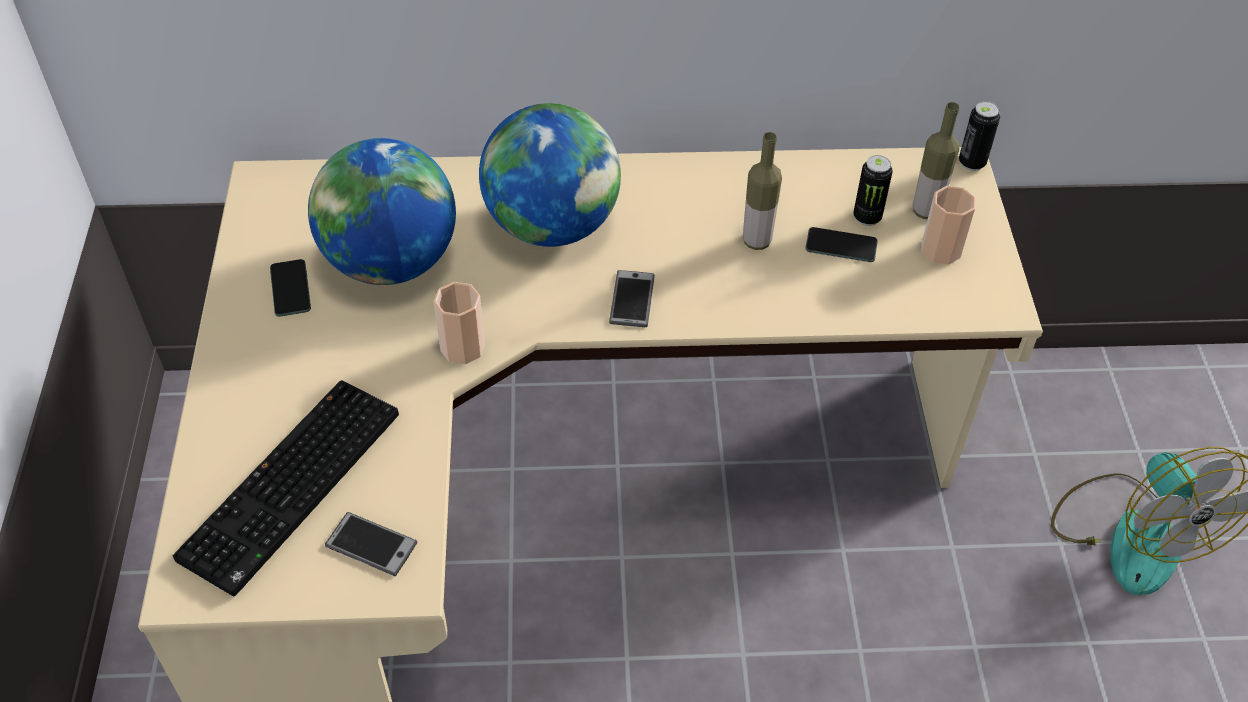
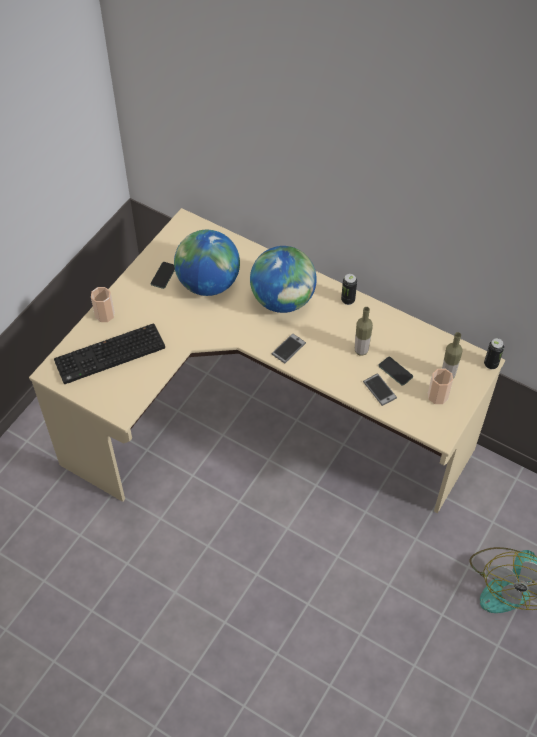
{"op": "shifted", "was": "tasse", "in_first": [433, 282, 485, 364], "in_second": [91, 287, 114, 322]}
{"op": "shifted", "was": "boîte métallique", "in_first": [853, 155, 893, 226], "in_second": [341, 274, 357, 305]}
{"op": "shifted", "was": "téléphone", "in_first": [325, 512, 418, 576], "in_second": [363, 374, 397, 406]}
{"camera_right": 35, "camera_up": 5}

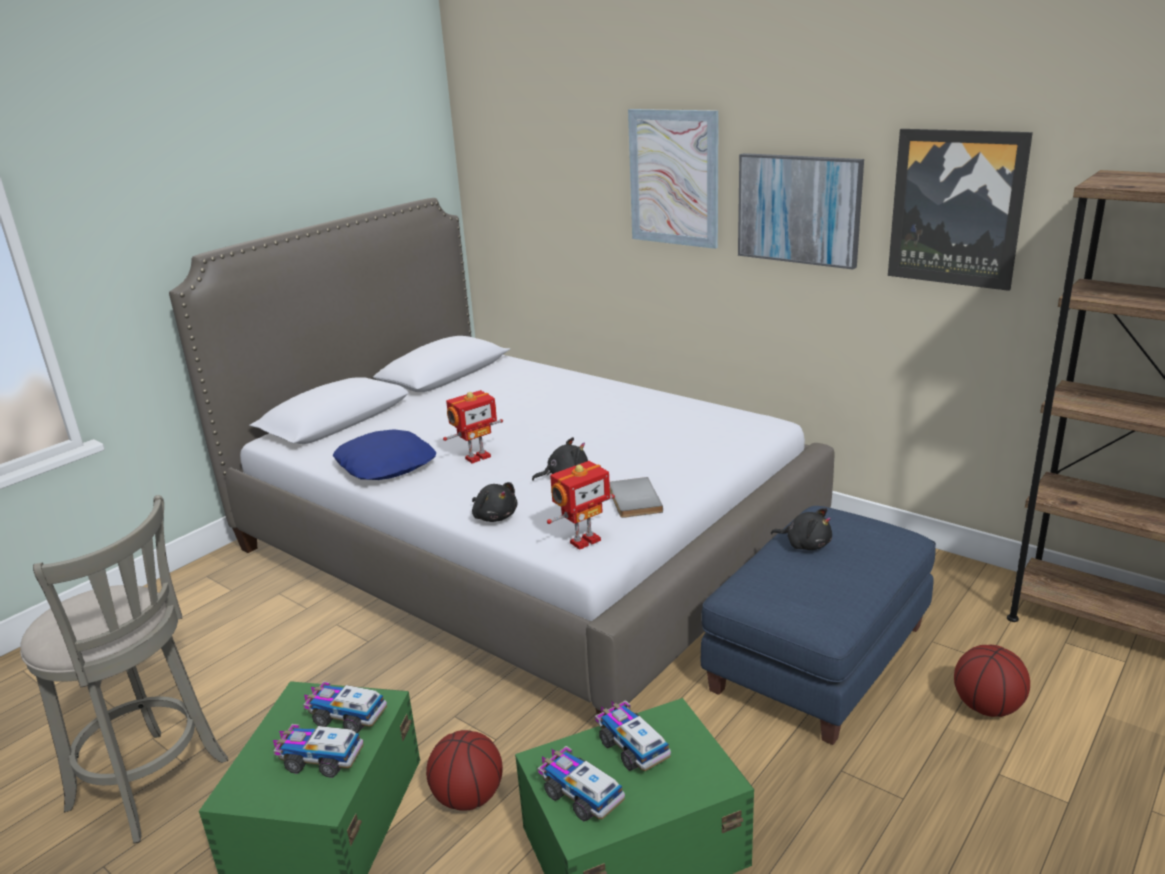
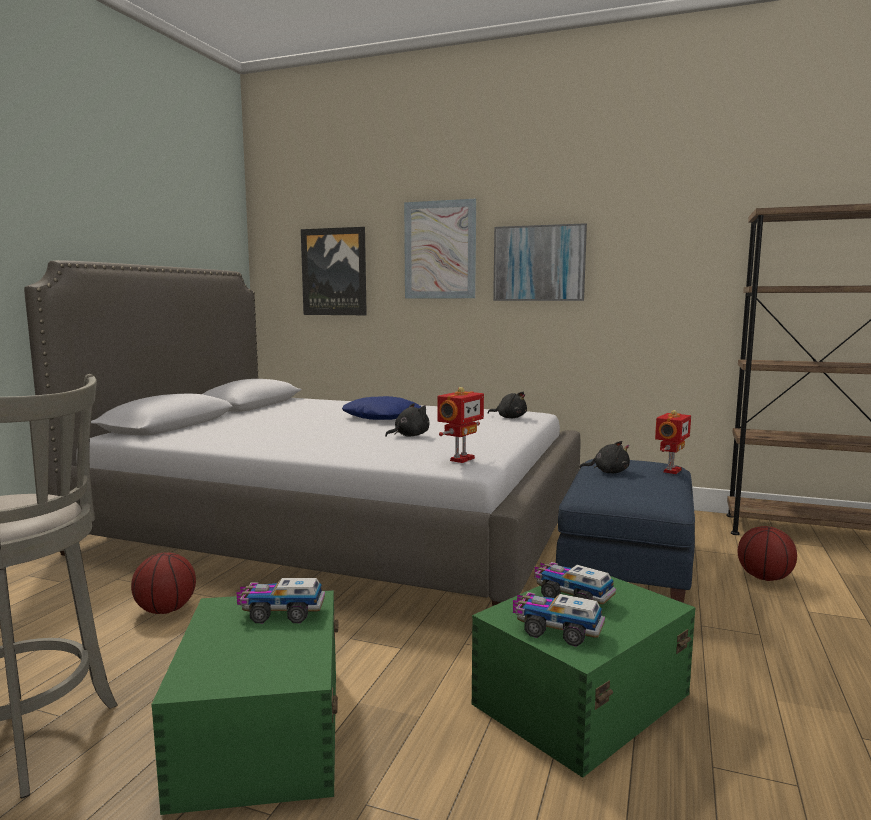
{"op": "shifted", "was": "ballon de basket", "in_first": [426, 730, 503, 811], "in_second": [131, 553, 196, 614]}
{"op": "shifted", "was": "tableau", "in_first": [888, 129, 1033, 291], "in_second": [301, 227, 367, 315]}
{"op": "shifted", "was": "coussin (bleu)", "in_first": [333, 429, 436, 480], "in_second": [342, 396, 422, 420]}
{"op": "shifted", "was": "peluche (noir)", "in_first": [472, 482, 518, 522], "in_second": [488, 392, 527, 418]}
{"op": "shifted", "was": "robot jouet", "in_first": [443, 390, 503, 464], "in_second": [655, 410, 691, 474]}
{"op": "gone", "was": "camion jouet", "in_first": [273, 724, 364, 778]}
{"op": "gone", "was": "livre (gris)", "in_first": [610, 477, 663, 518]}
{"camera_right": -20, "camera_up": -15}

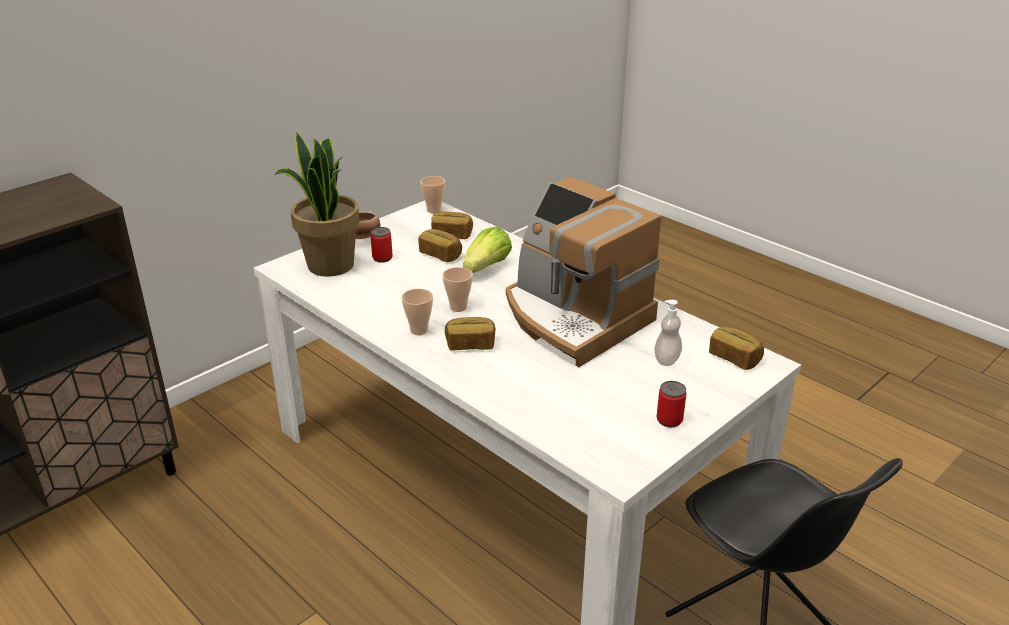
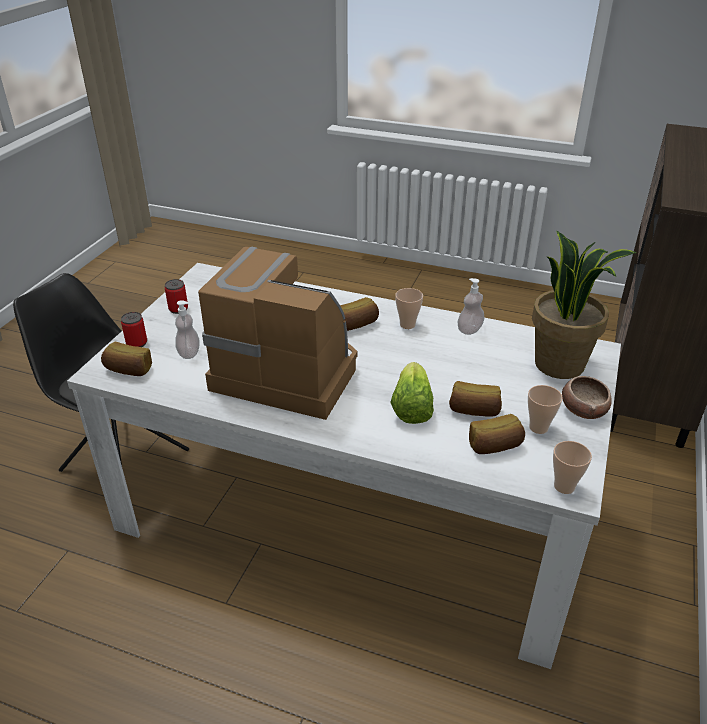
{"op": "shifted", "was": "boîte métallique", "in_first": [370, 227, 393, 263], "in_second": [121, 312, 147, 347]}
{"op": "new", "now": "distributeur de savon", "in_second": [458, 278, 485, 335]}
{"op": "shifted", "was": "tasse", "in_first": [442, 267, 473, 312], "in_second": [528, 385, 563, 434]}
{"camera_right": 155, "camera_up": 5}

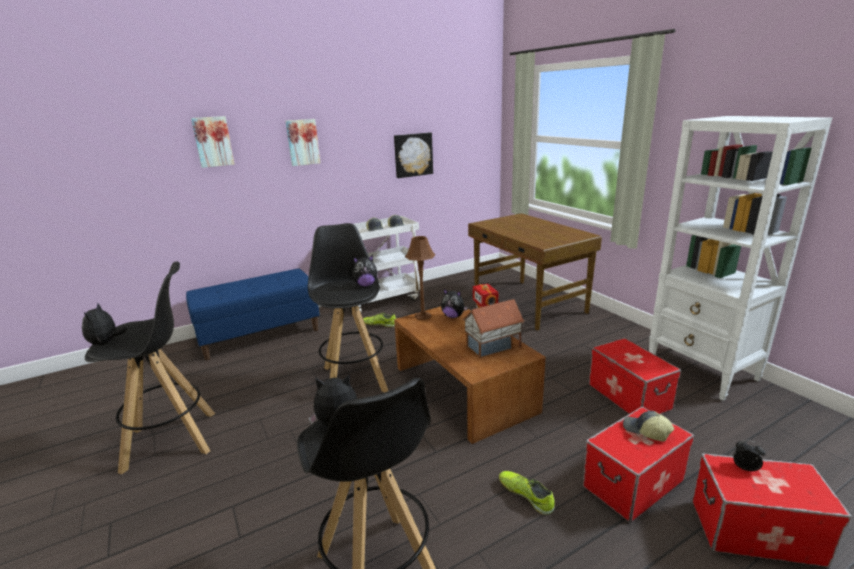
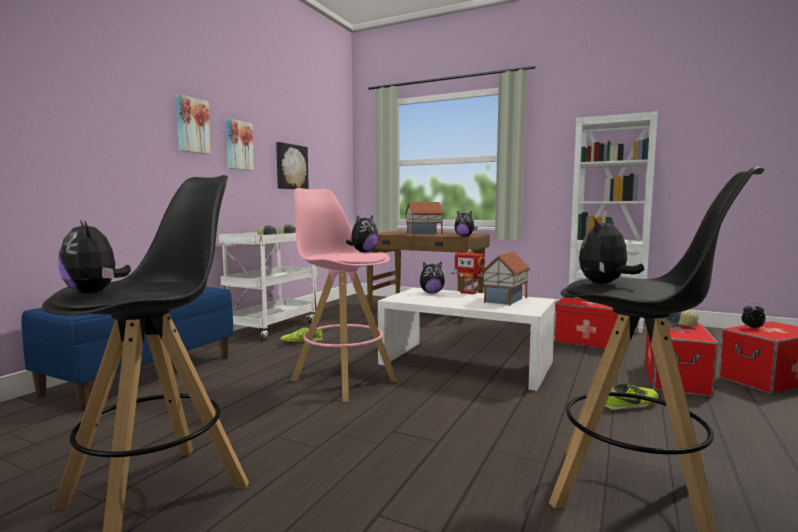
{"op": "shifted", "was": "tableau", "in_first": [191, 116, 235, 168], "in_second": [226, 118, 254, 171]}
{"op": "repainted", "was": "tabouret (noir)", "now": "tabouret (rose)", "in_first": [308, 223, 388, 393], "in_second": [291, 188, 398, 402]}
{"op": "repainted", "was": "table basse (marron)", "now": "table basse (blanc)", "in_first": [394, 306, 546, 444], "in_second": [378, 288, 555, 391]}
{"op": "new", "now": "maison miniature", "in_second": [405, 202, 444, 234]}
{"op": "new", "now": "peluche", "in_second": [454, 211, 477, 236]}
{"op": "rotated", "was": "chaussure", "in_first": [499, 471, 555, 515], "in_second": [604, 382, 658, 411], "clockwise": 150}
{"op": "gone", "was": "lampe de table (marron)", "in_first": [405, 236, 435, 320]}
{"camera_right": -35, "camera_up": -15}

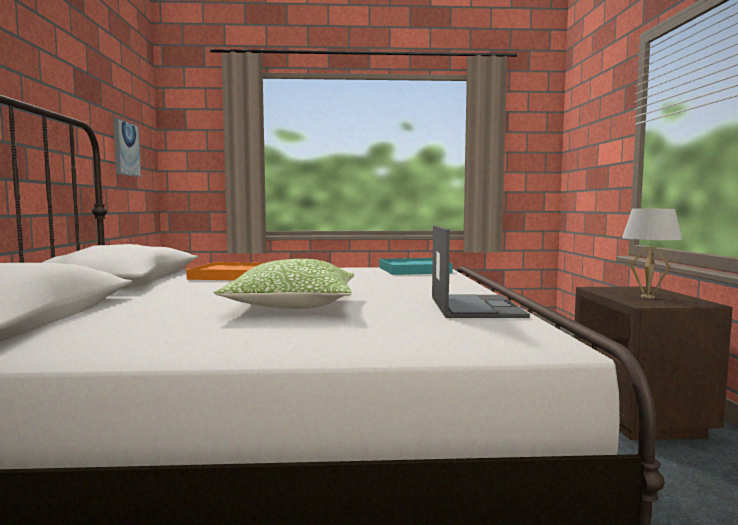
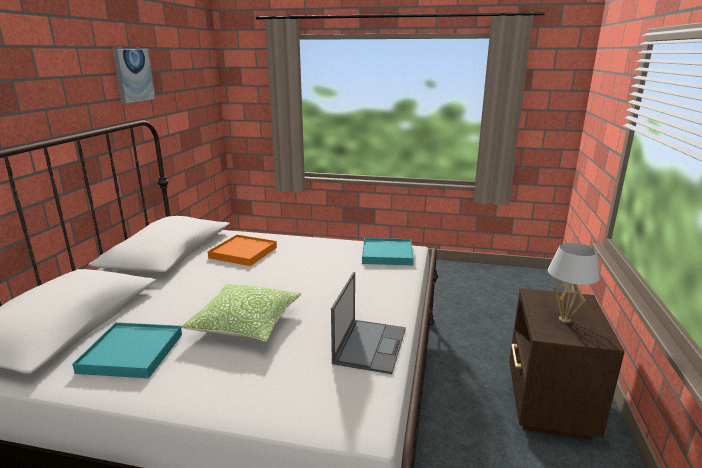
{"op": "new", "now": "plateau (turquoise)", "in_second": [72, 322, 182, 378]}
{"op": "shifted", "was": "tableau", "in_first": [113, 118, 141, 177], "in_second": [112, 48, 156, 104]}
{"camera_right": 15, "camera_up": 15}

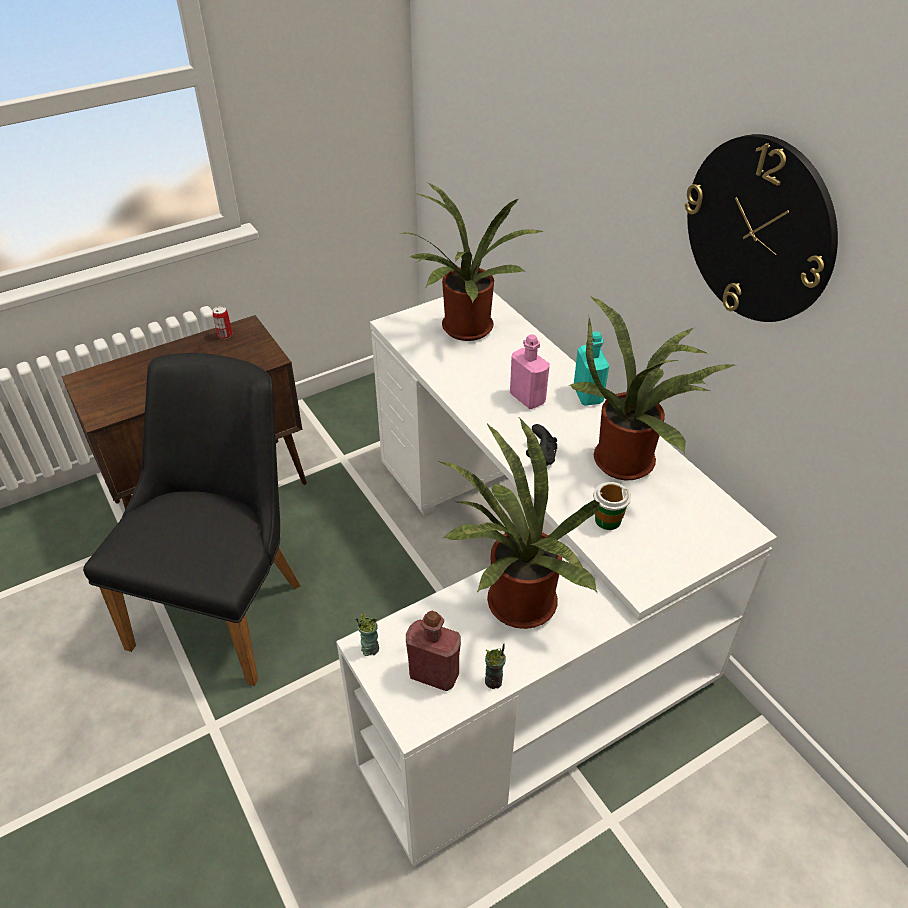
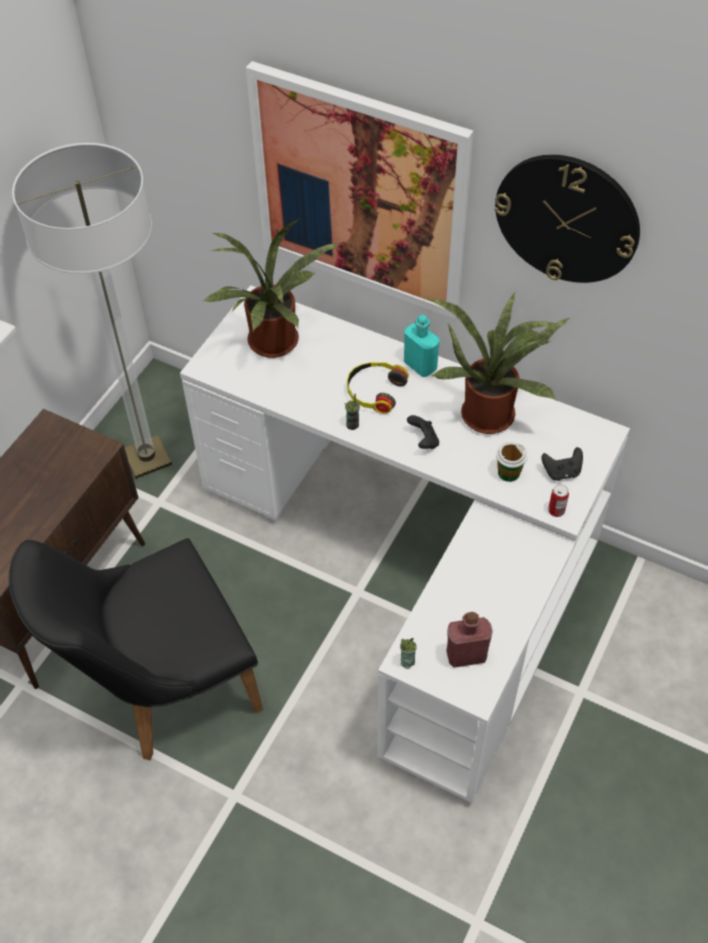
{"op": "rotated", "was": "chaise (noir)", "in_first": [83, 353, 301, 686], "in_second": [9, 538, 263, 760], "clockwise": -105}
{"op": "new", "now": "lampadaire", "in_second": [12, 143, 172, 479]}
{"op": "new", "now": "tableau", "in_second": [246, 61, 474, 318]}
{"op": "shifted", "was": "tasse", "in_first": [485, 643, 506, 689], "in_second": [344, 394, 360, 430]}
{"op": "swapped", "was": "bouteille (rose)", "now": "casque audio", "in_first": [510, 334, 550, 409], "in_second": [347, 362, 409, 414]}
{"op": "new", "now": "manette (noir)", "in_second": [542, 447, 583, 481]}
{"op": "shifted", "was": "boîte métallique", "in_first": [213, 306, 232, 339], "in_second": [548, 484, 569, 517]}
{"op": "gone", "was": "plante en pot", "in_first": [439, 418, 600, 629]}
{"camera_right": -30, "camera_up": 10}

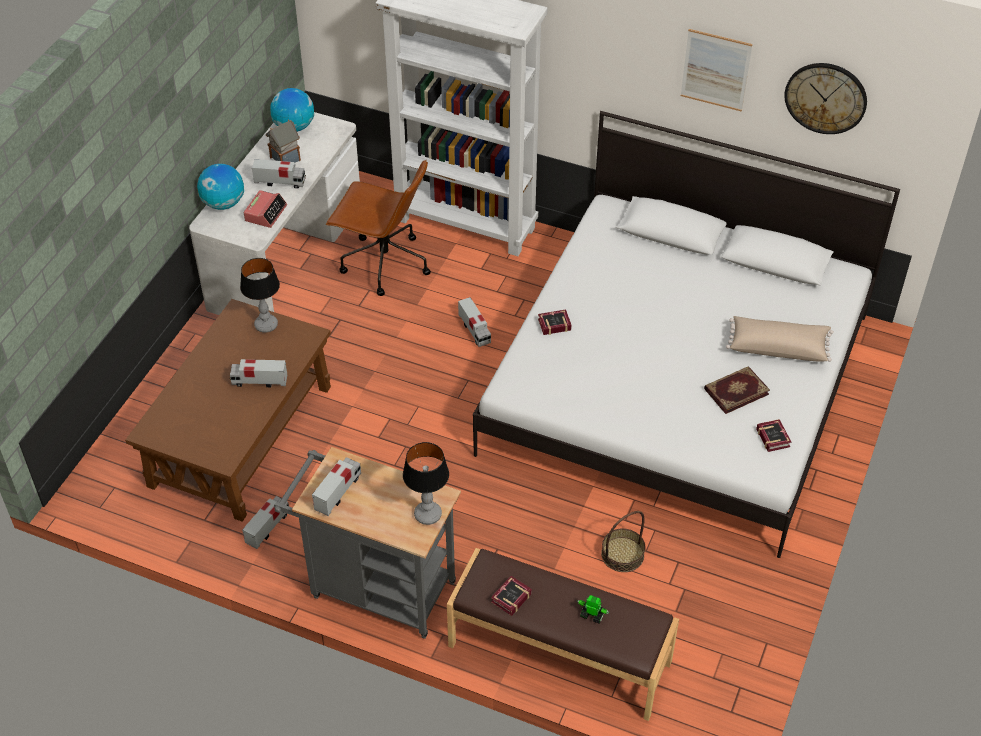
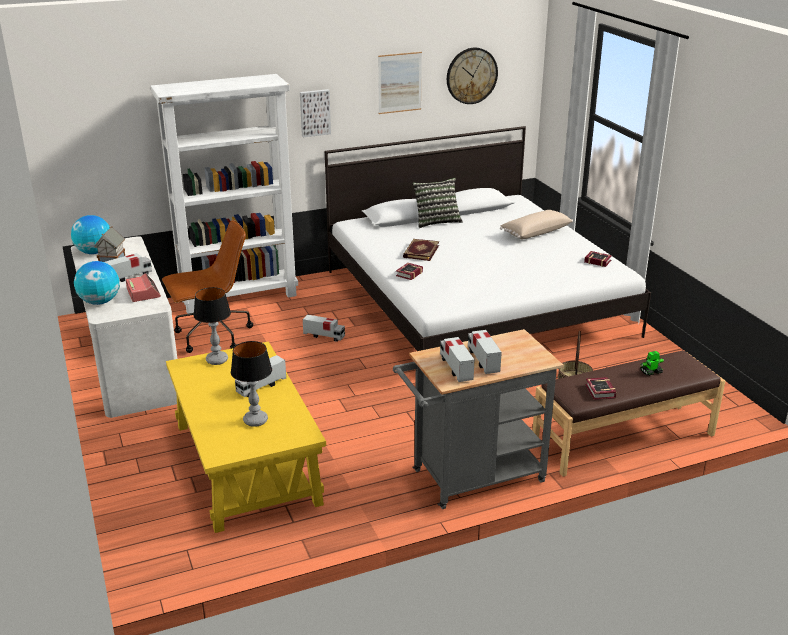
{"op": "repainted", "was": "table basse (marron)", "now": "table basse (jaune)", "in_first": [125, 299, 331, 522], "in_second": [166, 341, 326, 533]}
{"op": "shifted", "was": "lampe de table", "in_first": [403, 442, 449, 525], "in_second": [231, 341, 272, 427]}
{"op": "new", "now": "tableau", "in_second": [300, 89, 331, 137]}
{"op": "shifted", "was": "livre", "in_first": [704, 366, 770, 414], "in_second": [403, 239, 439, 261]}
{"op": "new", "now": "coussin", "in_second": [412, 178, 463, 228]}
{"op": "shifted", "was": "camion jouet", "in_first": [242, 496, 289, 549], "in_second": [468, 330, 502, 374]}
{"camera_right": -45, "camera_up": -20}

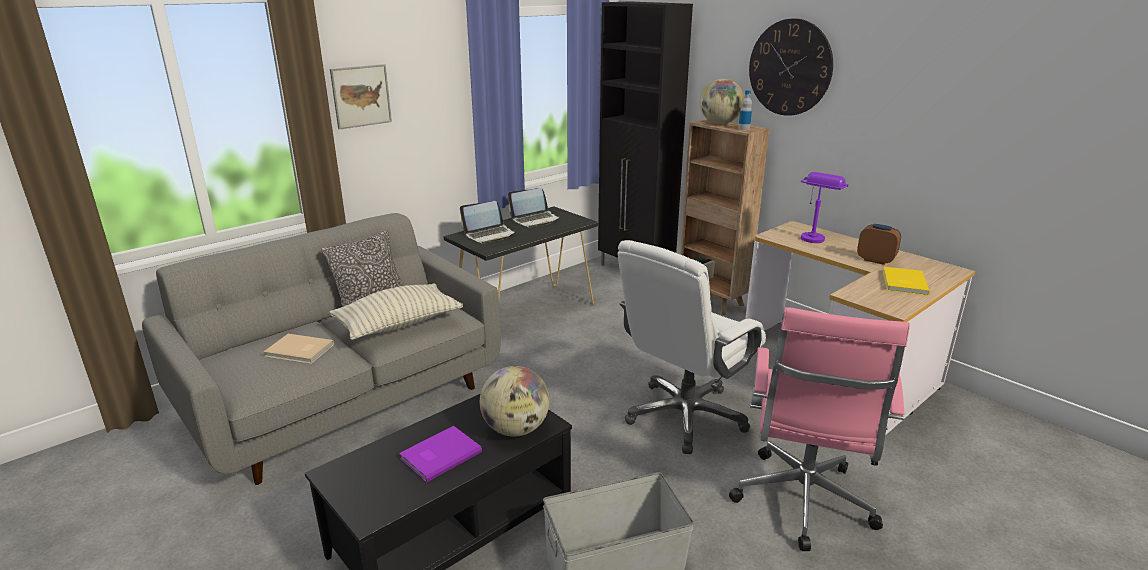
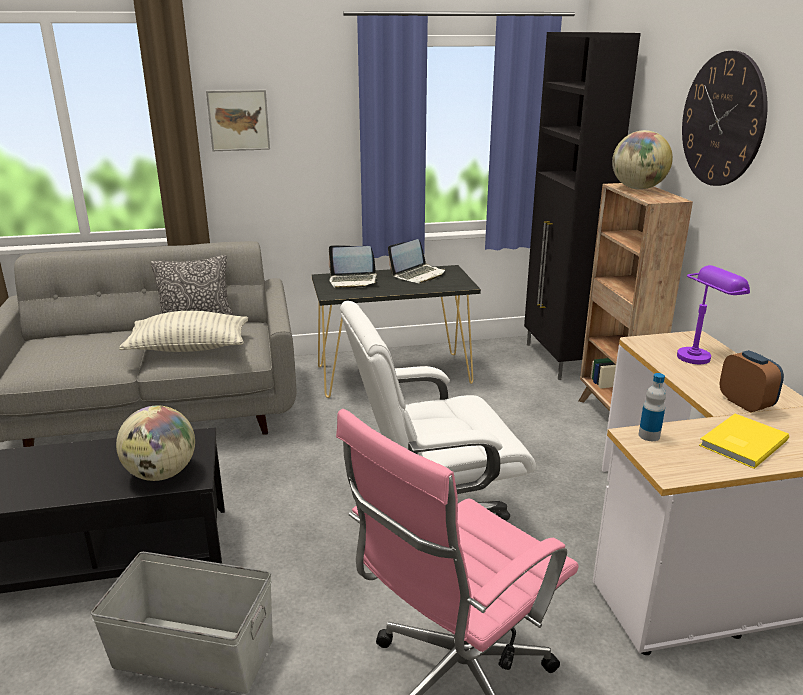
{"op": "rotated", "was": "ordinateur portable", "in_first": [508, 188, 560, 228], "in_second": [388, 239, 446, 284], "clockwise": -45}
{"op": "shifted", "was": "bouteille", "in_first": [738, 90, 752, 130], "in_second": [639, 373, 666, 441]}
{"op": "gone", "was": "livre (beige)", "in_first": [264, 334, 334, 364]}
{"op": "gone", "was": "livre (violet)", "in_first": [399, 426, 482, 482]}
{"camera_right": 30, "camera_up": 0}

